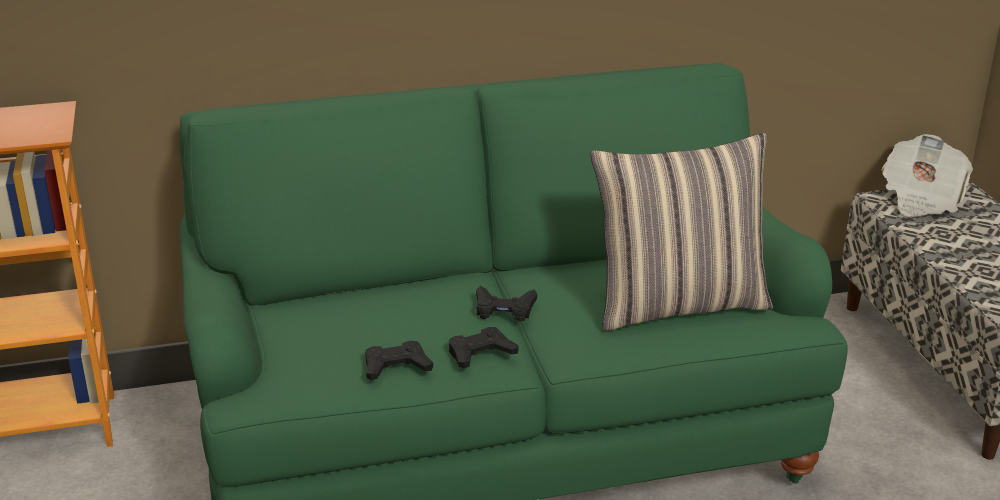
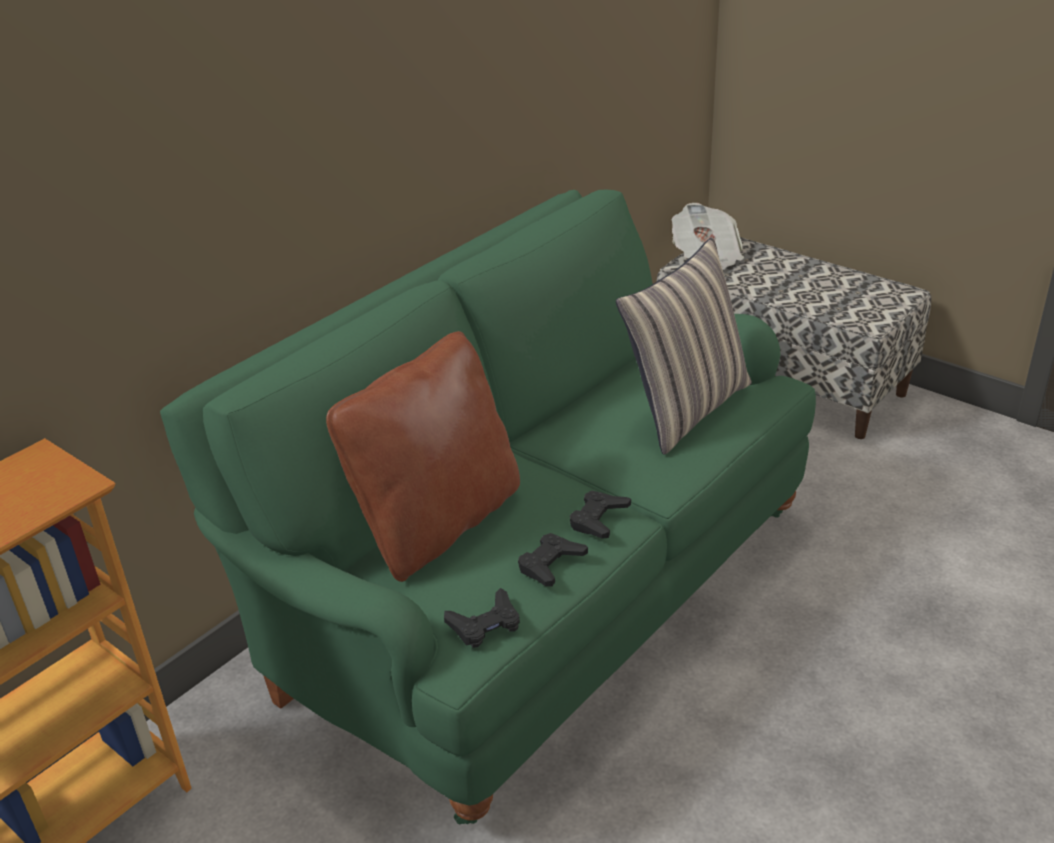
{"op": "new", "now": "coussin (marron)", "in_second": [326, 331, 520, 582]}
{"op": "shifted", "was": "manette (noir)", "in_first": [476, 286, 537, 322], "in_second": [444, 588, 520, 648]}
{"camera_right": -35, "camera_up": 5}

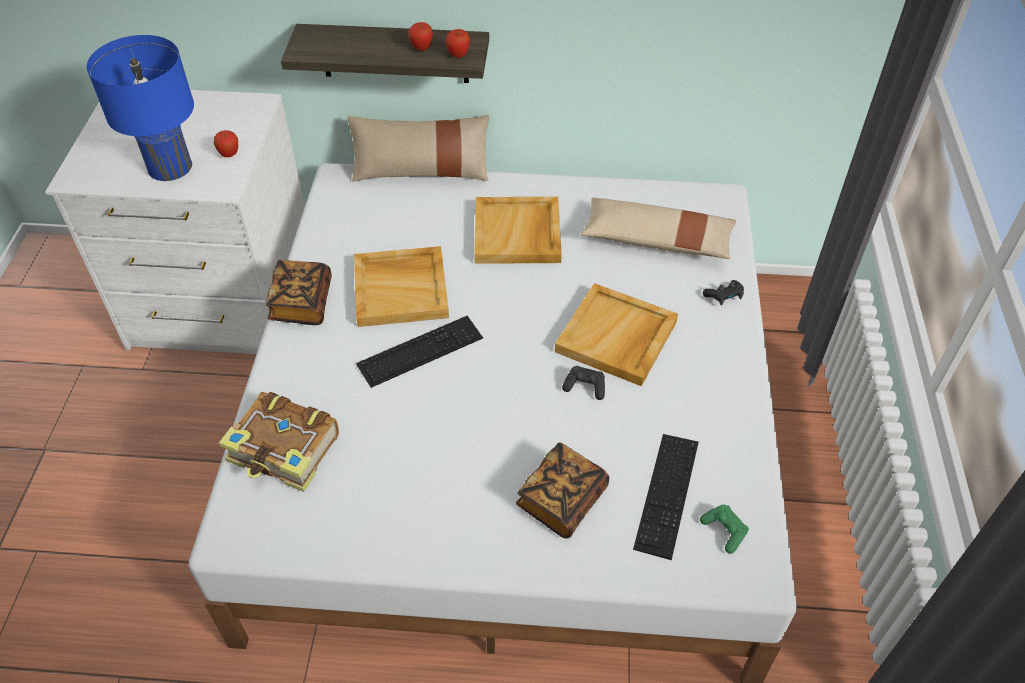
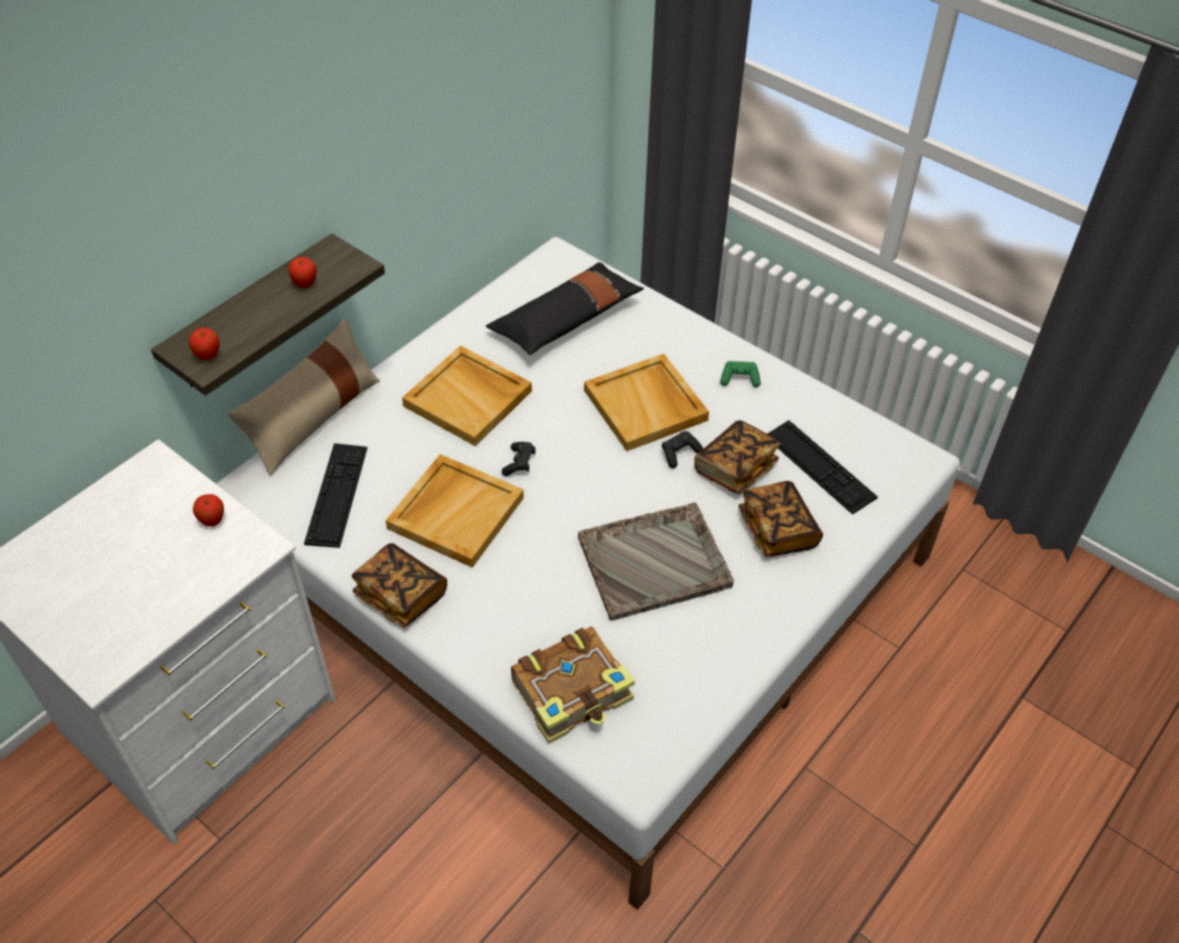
{"op": "shifted", "was": "pomme", "in_first": [445, 29, 470, 58], "in_second": [189, 328, 220, 360]}
{"op": "shifted", "was": "clavier", "in_first": [356, 316, 483, 388], "in_second": [304, 443, 368, 548]}
{"op": "repainted", "was": "coussin (beige)", "now": "coussin (noir)", "in_first": [581, 198, 736, 259], "in_second": [486, 262, 644, 355]}
{"op": "shifted", "was": "manette (noir)", "in_first": [703, 280, 744, 306], "in_second": [502, 442, 536, 476]}
{"op": "new", "now": "plateau (gris)", "in_second": [578, 502, 734, 621]}
{"op": "new", "now": "livre", "in_second": [694, 420, 780, 494]}
{"op": "shifted", "was": "manette (vert)", "in_first": [700, 505, 749, 554], "in_second": [720, 361, 761, 387]}
{"op": "gone", "was": "lampe de table (bleu)", "in_first": [87, 35, 194, 181]}
{"camera_right": -55, "camera_up": 0}

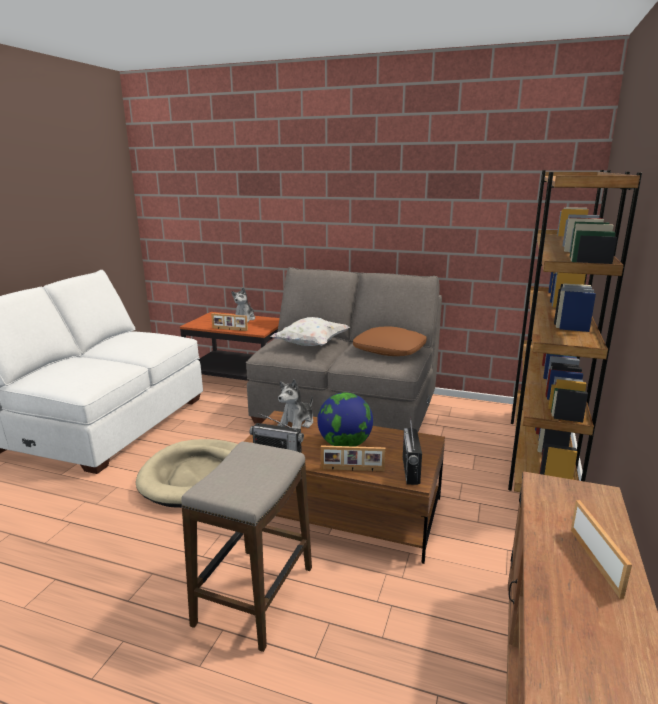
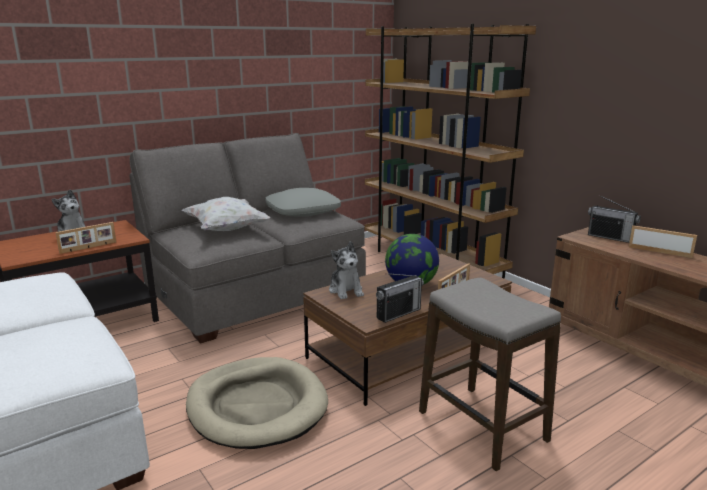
{"op": "repainted", "was": "coussin (marron)", "now": "coussin (gris)", "in_first": [353, 327, 427, 356], "in_second": [265, 188, 341, 217]}
{"op": "shifted", "was": "radio", "in_first": [403, 417, 422, 485], "in_second": [588, 195, 641, 243]}
{"camera_right": -55, "camera_up": 0}

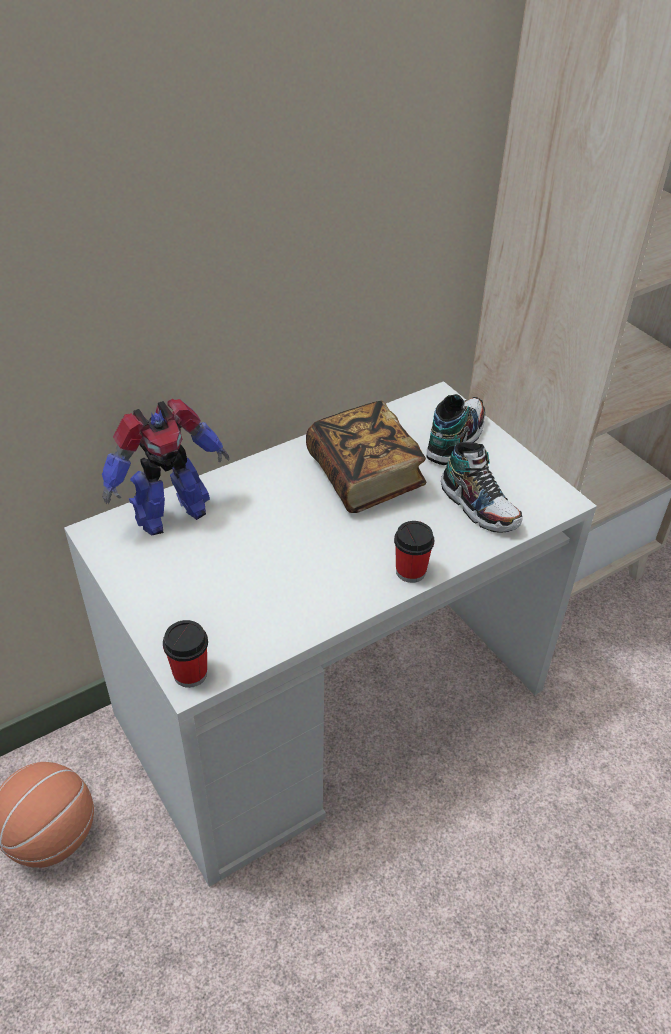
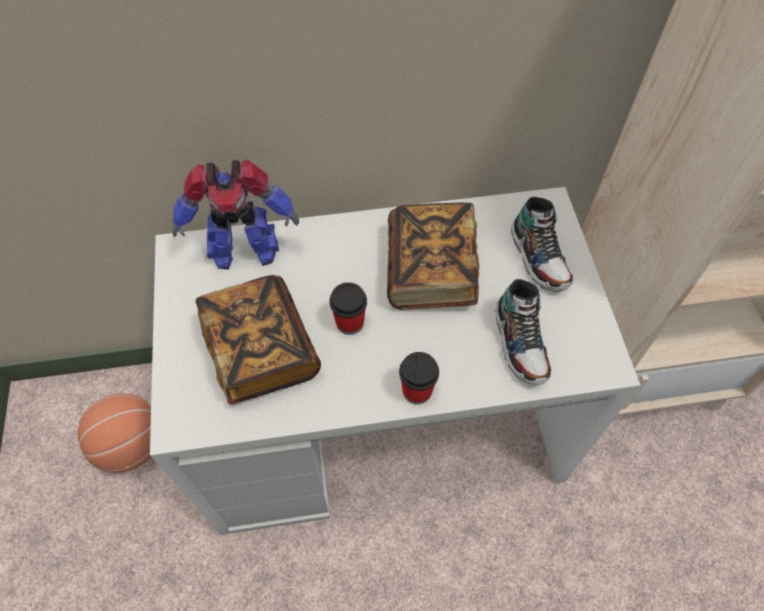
{"op": "new", "now": "livre", "in_second": [195, 275, 321, 405]}
{"op": "shifted", "was": "tasse", "in_first": [163, 620, 208, 688], "in_second": [329, 282, 367, 335]}
{"op": "rotated", "was": "chaussure", "in_first": [427, 394, 486, 465], "in_second": [511, 197, 573, 292], "clockwise": 105}
{"camera_right": 25, "camera_up": 15}

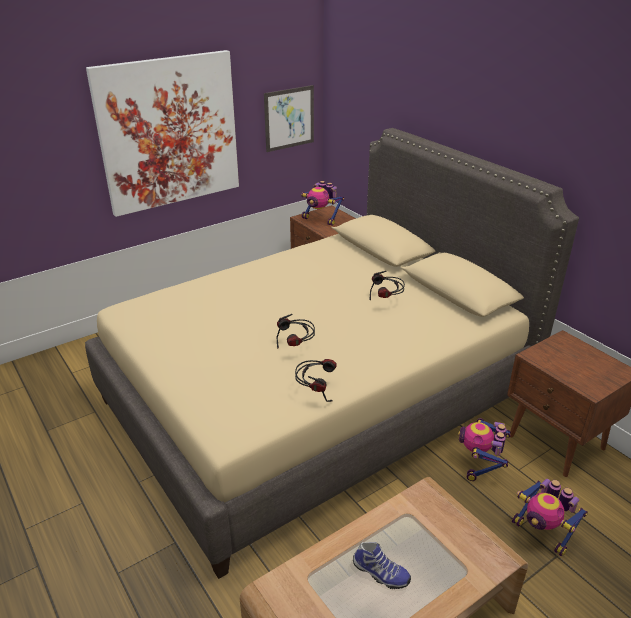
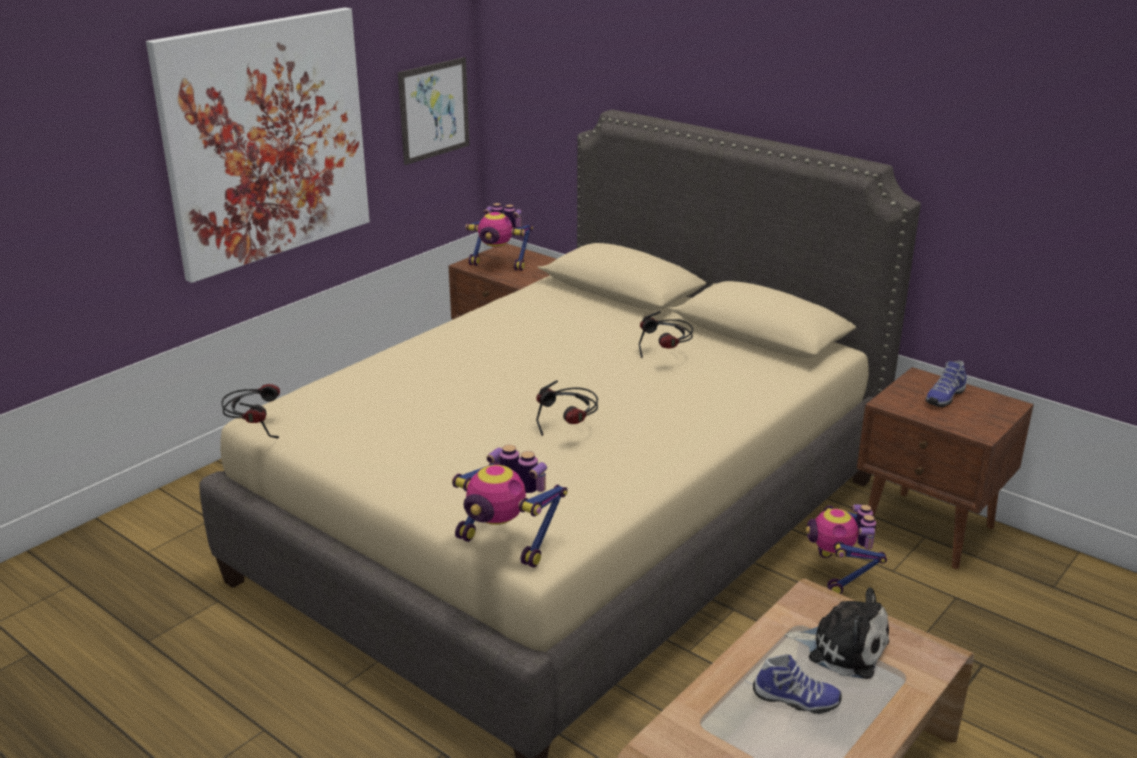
{"op": "shifted", "was": "casque audio", "in_first": [295, 359, 337, 402], "in_second": [221, 384, 280, 439]}
{"op": "shifted", "was": "robot jouet", "in_first": [512, 479, 588, 556], "in_second": [452, 445, 567, 568]}
{"op": "new", "now": "peluche", "in_second": [785, 587, 889, 679]}
{"op": "new", "now": "chaussure", "in_second": [926, 361, 967, 407]}
{"camera_right": -15, "camera_up": -5}

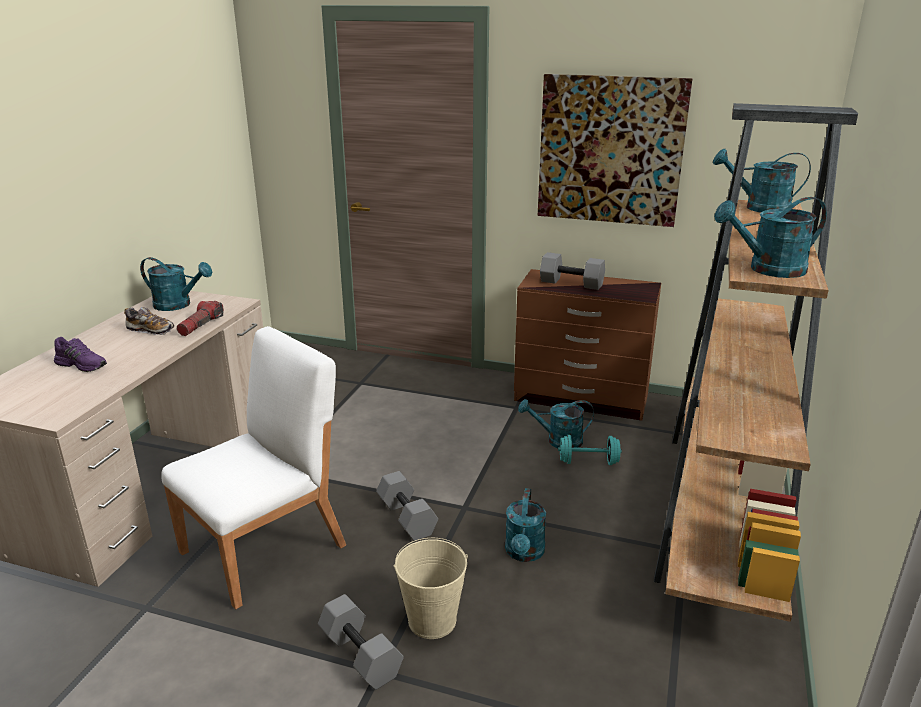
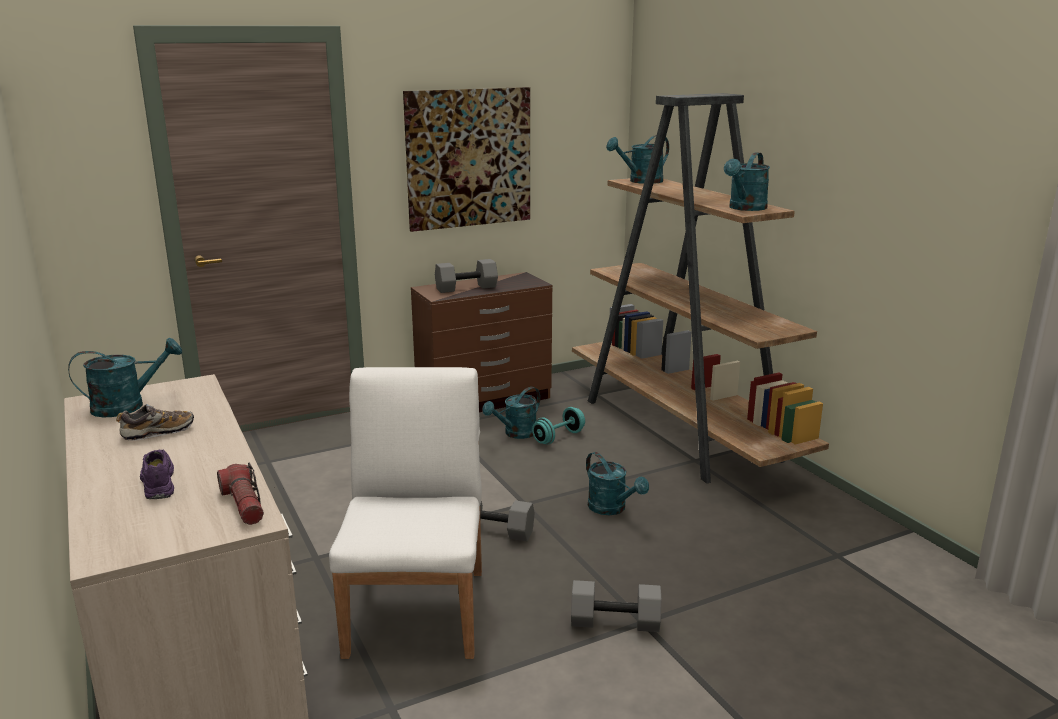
{"op": "rotated", "was": "chaussure (violet)", "in_first": [54, 337, 107, 372], "in_second": [140, 450, 174, 499], "clockwise": -90}
{"op": "shifted", "was": "lampe de poche", "in_first": [177, 301, 224, 336], "in_second": [217, 462, 264, 525]}
{"op": "gone", "was": "seau (beige)", "in_first": [393, 538, 468, 639]}
{"camera_right": -45, "camera_up": -5}

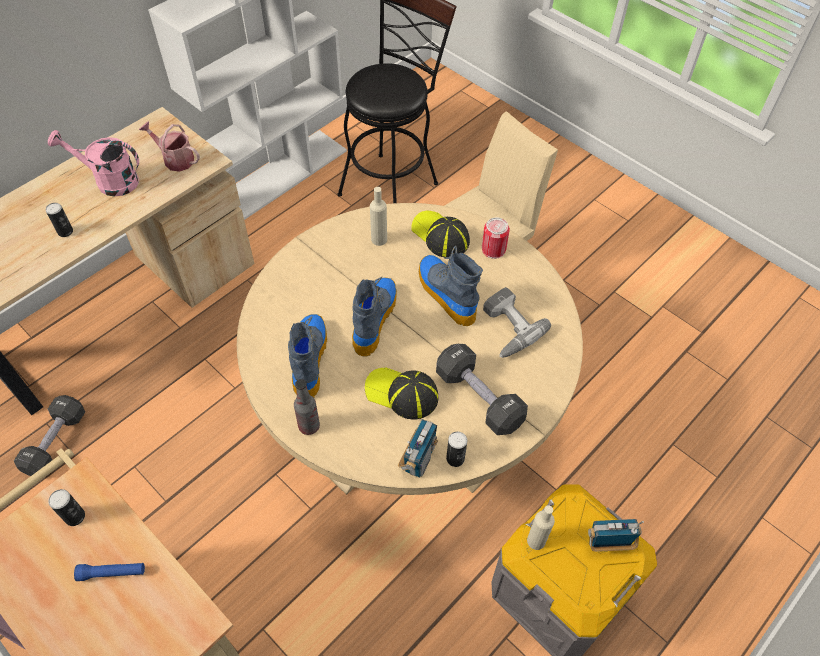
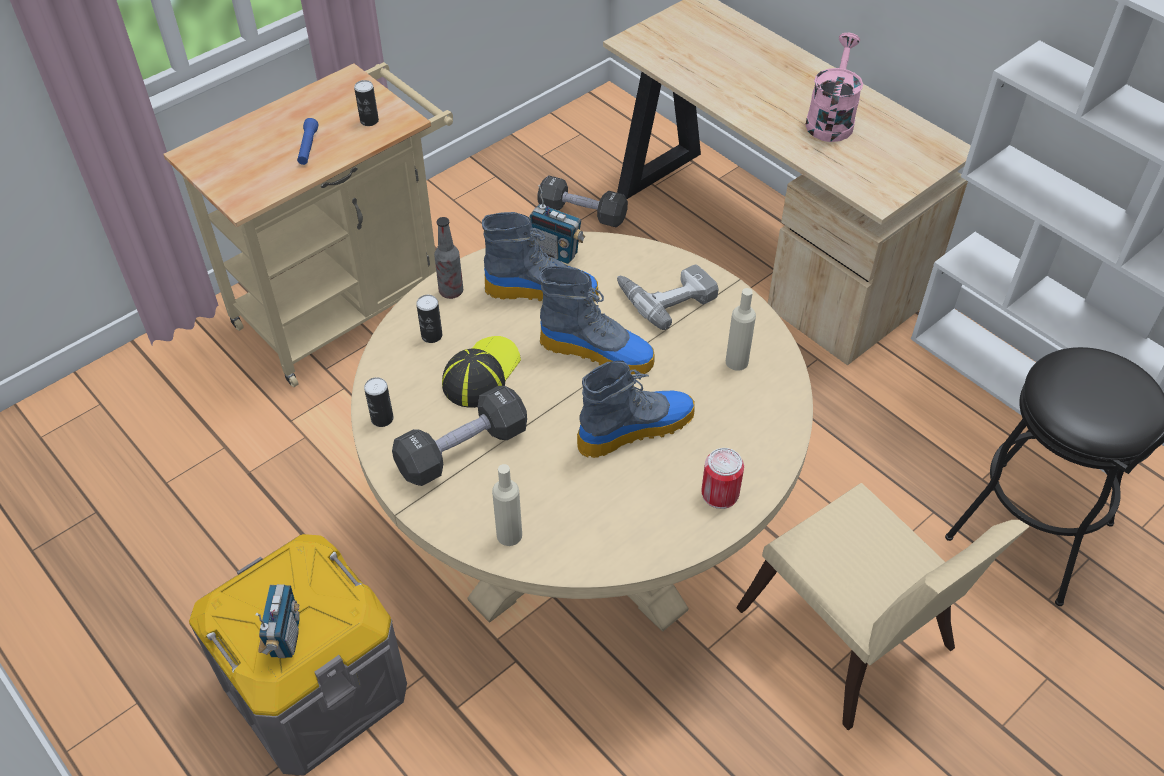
{"op": "shifted", "was": "boîte métallique", "in_first": [46, 203, 73, 237], "in_second": [416, 295, 442, 343]}
{"op": "shifted", "was": "bouteille (beige)", "in_first": [527, 505, 555, 550], "in_second": [492, 464, 522, 546]}
{"op": "shifted", "was": "radio", "in_first": [398, 419, 438, 478], "in_second": [529, 185, 585, 264]}
{"op": "shifted", "was": "perceuse", "in_first": [483, 287, 551, 358], "in_second": [617, 264, 719, 330]}
{"op": "gone", "was": "arrosoir", "in_first": [139, 121, 200, 172]}
{"op": "gone", "was": "casquette", "in_first": [411, 211, 470, 257]}
{"camera_right": 95, "camera_up": -5}

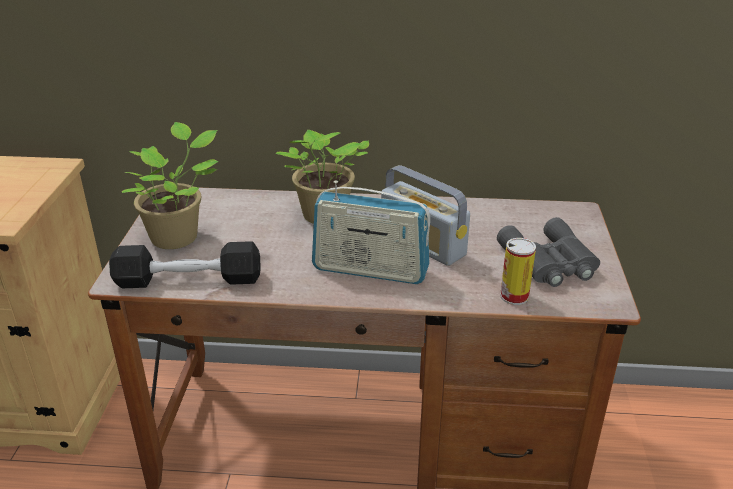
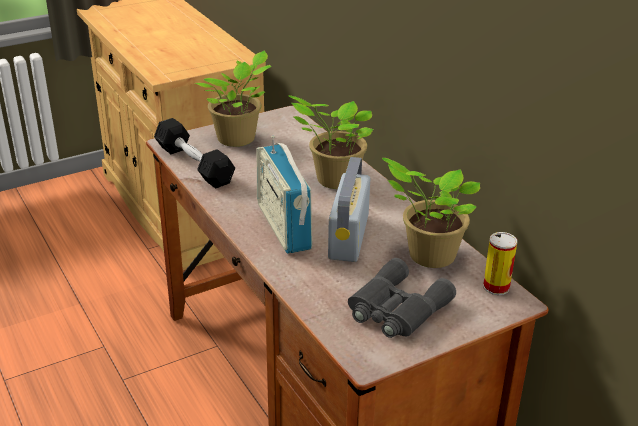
{"op": "new", "now": "plante en pot", "in_second": [382, 158, 480, 268]}
{"op": "shifted", "was": "boîte métallique", "in_first": [500, 238, 536, 305], "in_second": [483, 232, 517, 295]}
{"camera_right": 55, "camera_up": 0}

